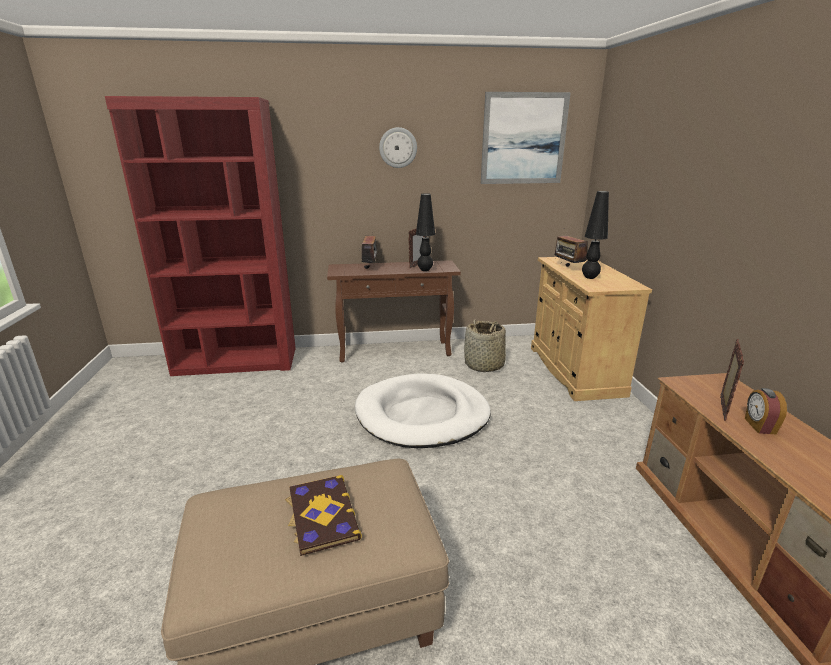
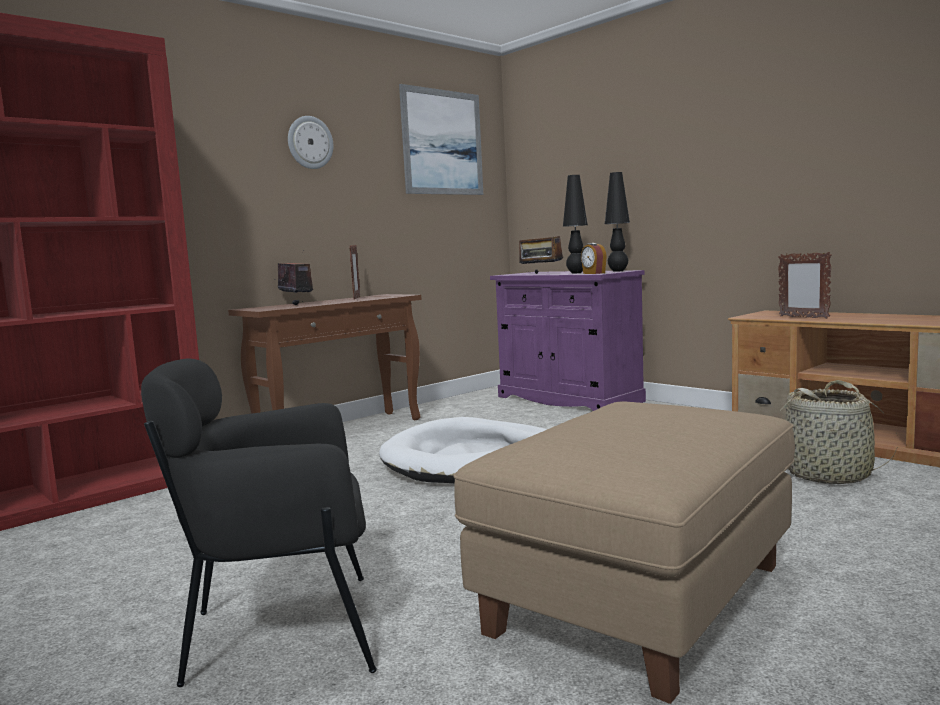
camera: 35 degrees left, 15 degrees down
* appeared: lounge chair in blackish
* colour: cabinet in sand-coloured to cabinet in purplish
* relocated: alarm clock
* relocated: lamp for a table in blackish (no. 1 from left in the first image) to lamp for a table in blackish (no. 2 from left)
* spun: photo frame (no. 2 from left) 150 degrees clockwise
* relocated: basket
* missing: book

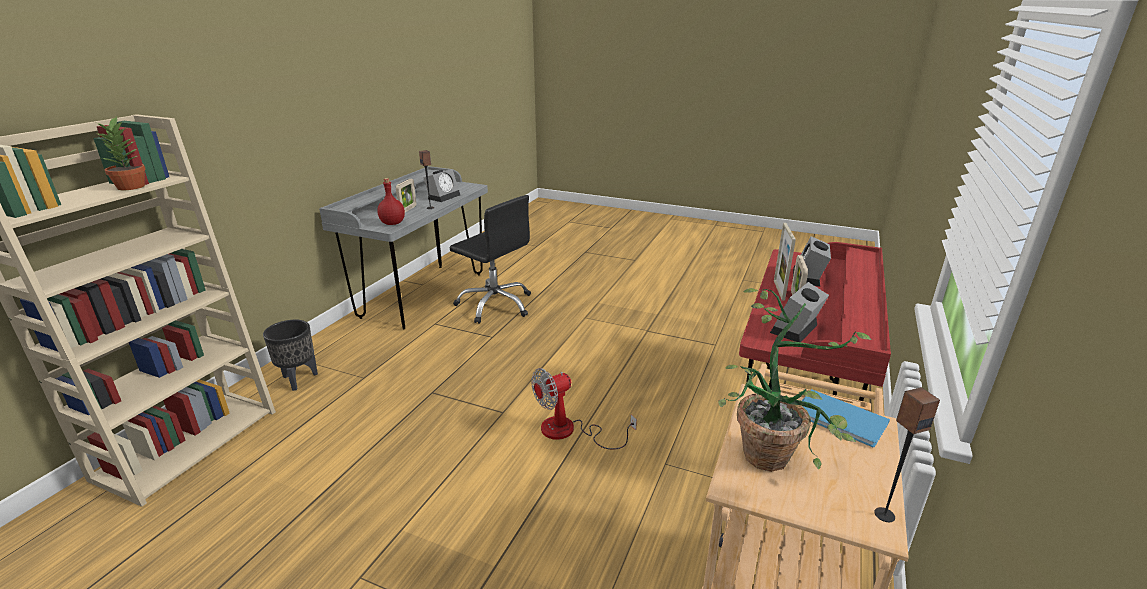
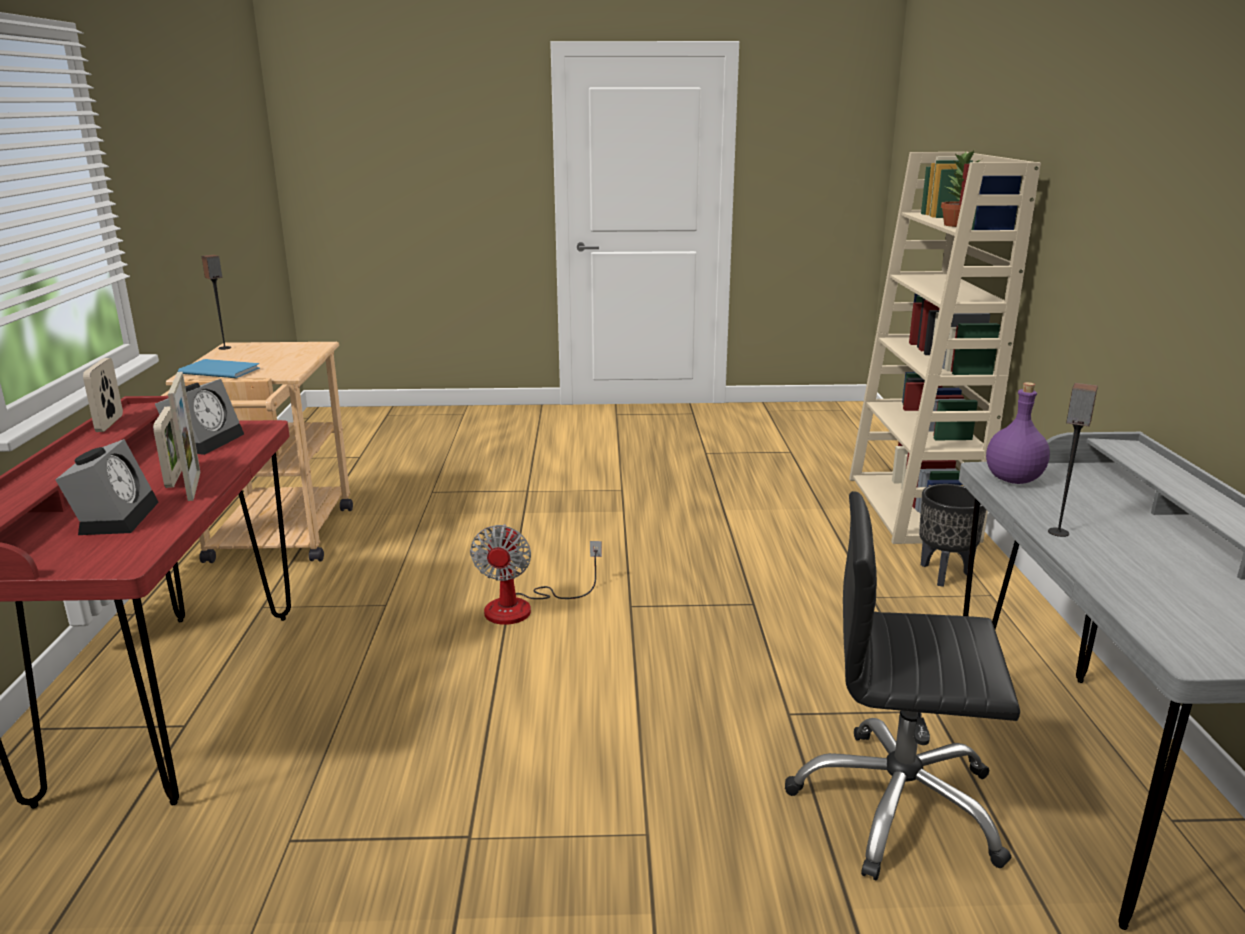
camera: 155 degrees right, 5 degrees down
* relocated: photo frame (no. 1 from left)
* spun: cooling fan 150 degrees clockwise
* colour: drink bottle in reddish to drink bottle in purplish
* missing: alarm clock (no. 1 from left)
* missing: potted plant (no. 2 from left)

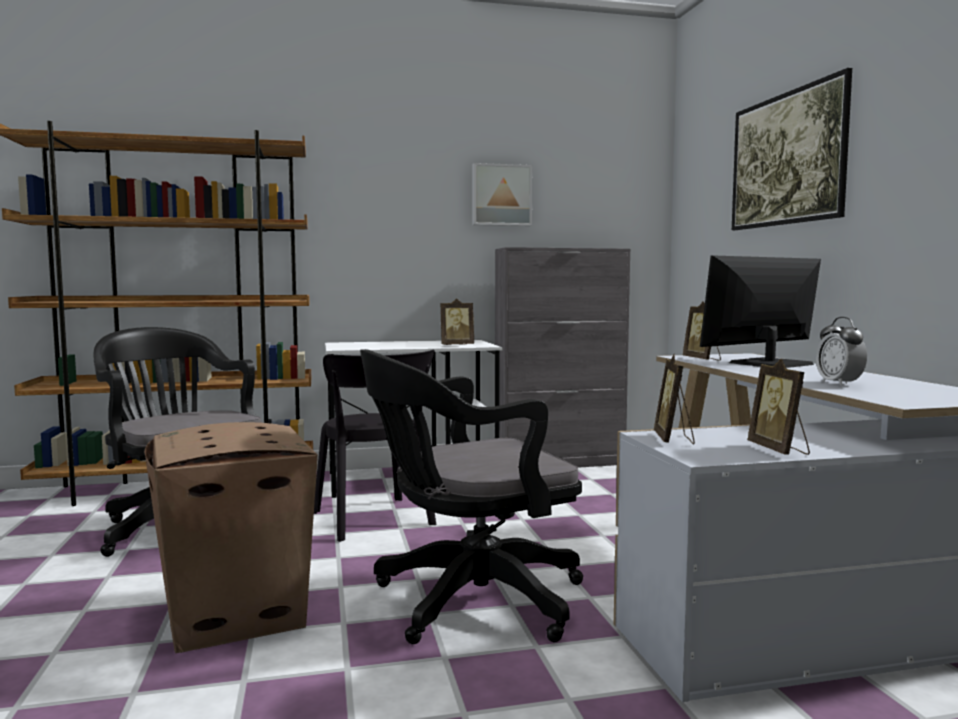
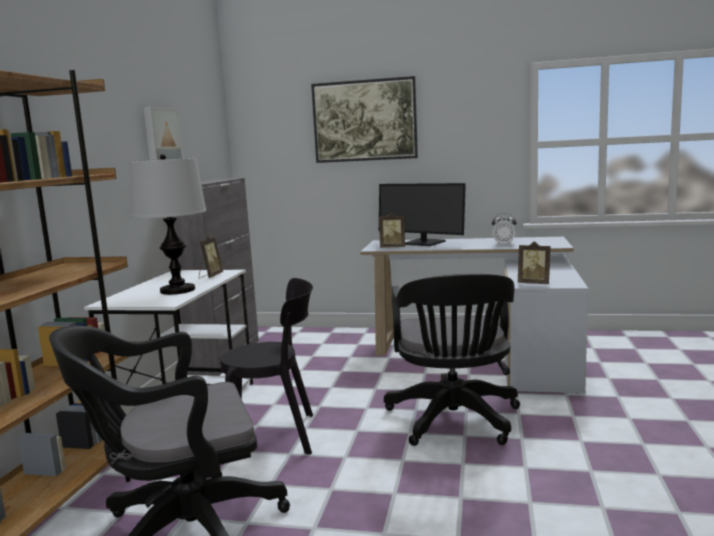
camera: 65 degrees left, 5 degrees up
* appeared: lamp for a table
* spun: computer screen 45 degrees counterclockwise
* missing: carton
* missing: photo frame (no. 4 from left)

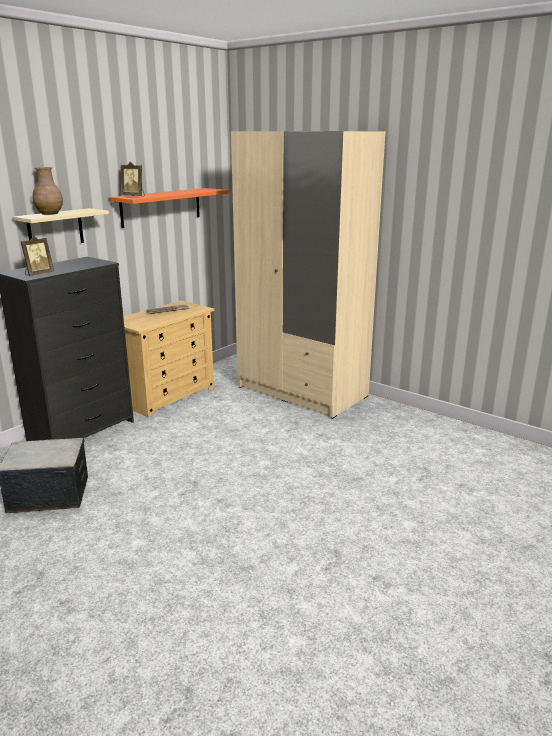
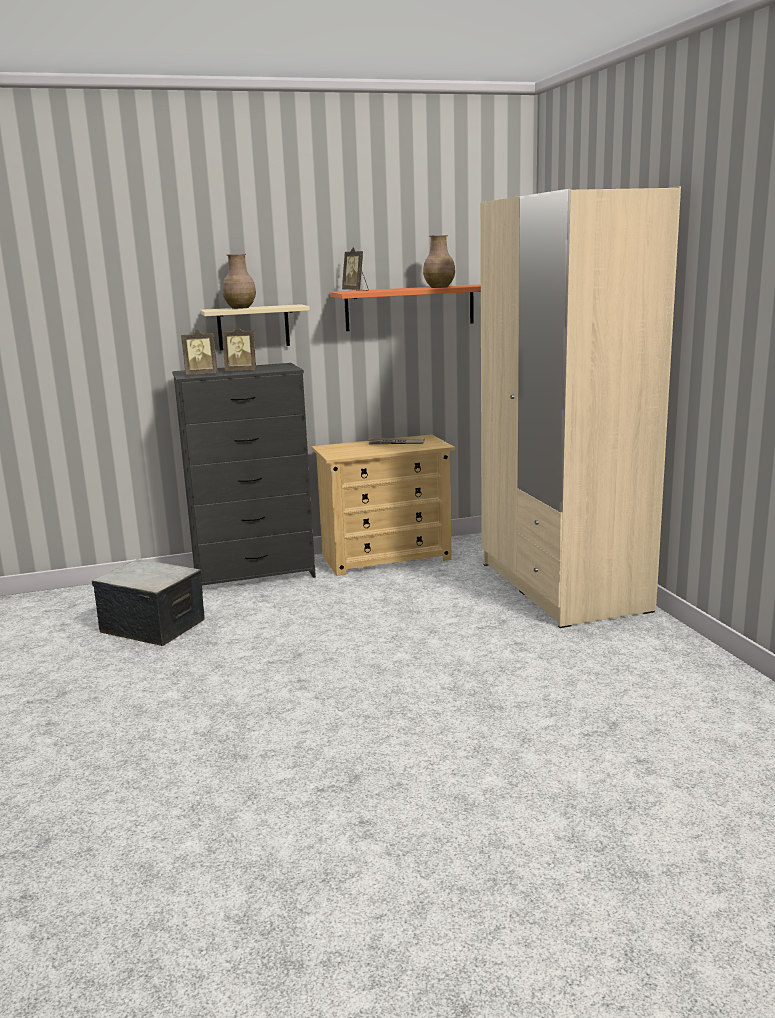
camera: 35 degrees right, 5 degrees down
* appeared: photo frame (no. 2 from left)
* appeared: vase in brown-coloured (no. 2 from left)

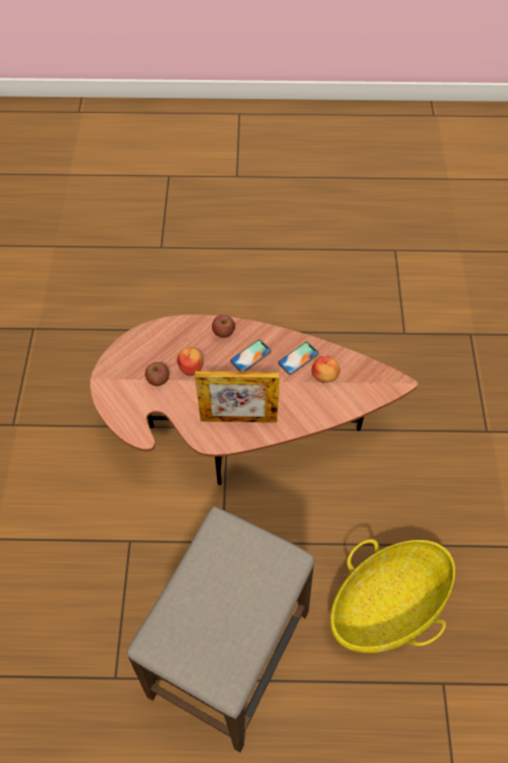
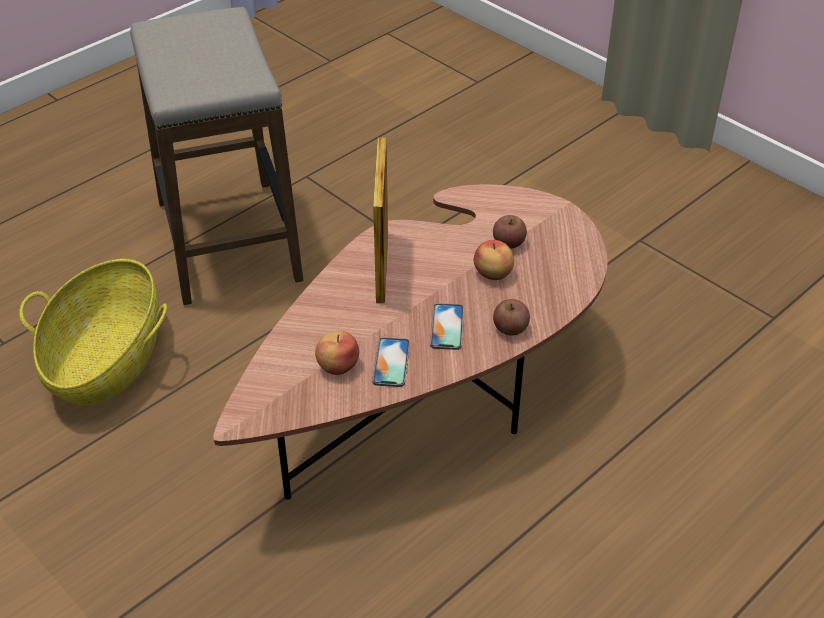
camera: 135 degrees right, 15 degrees down
* spun: photo frame 45 degrees counterclockwise

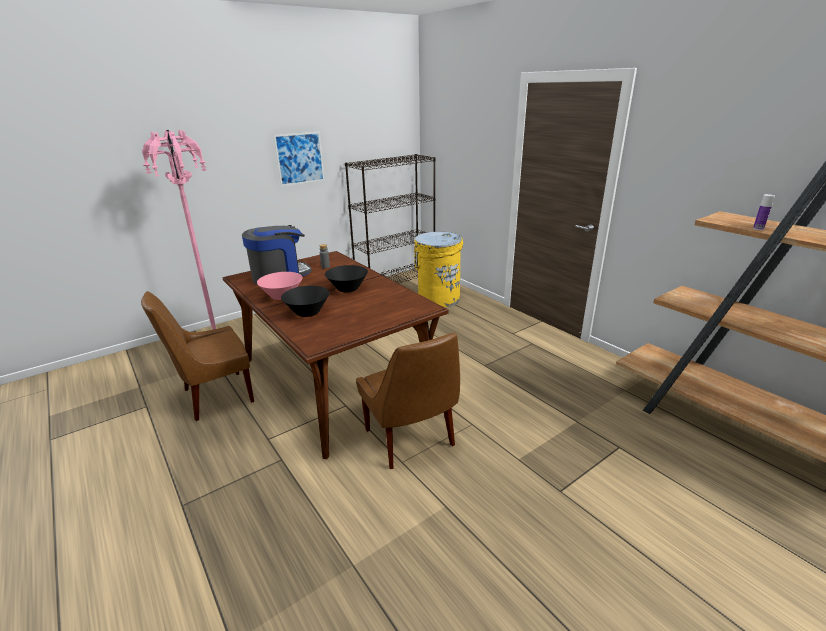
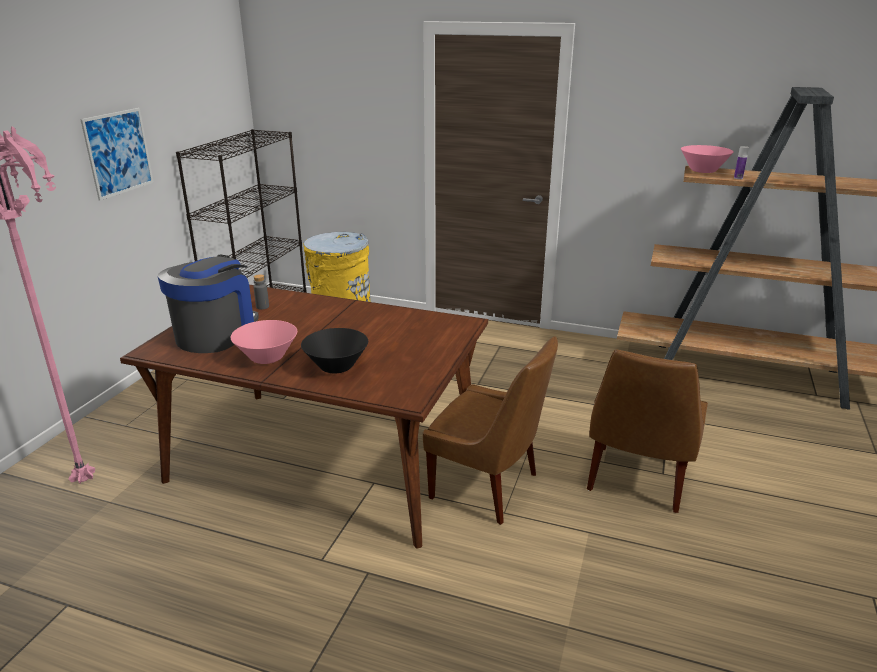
camera: 35 degrees left, 0 degrees up
* relocated: upright chair in brown-coloured (no. 1 from left in the first image) to upright chair in brown-coloured (no. 2 from left)
* appeared: serving bowl in pink (no. 2 from left)
* missing: serving bowl in blackish (no. 2 from left)

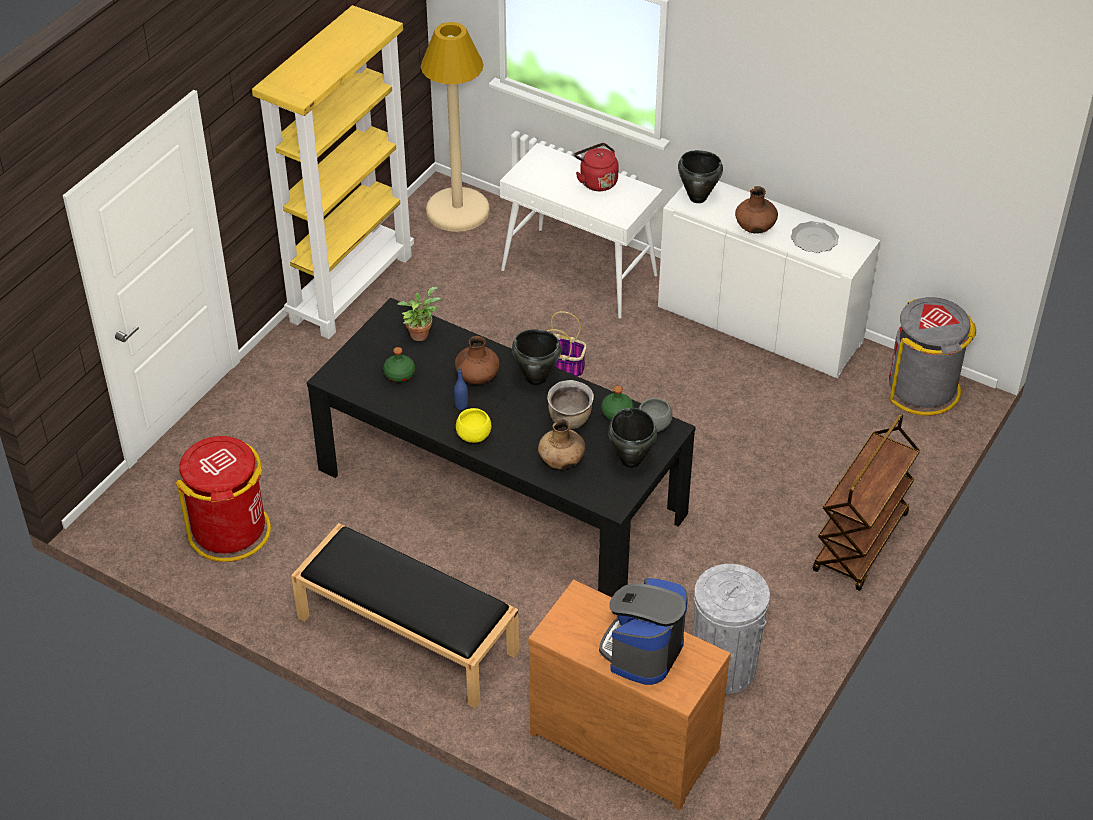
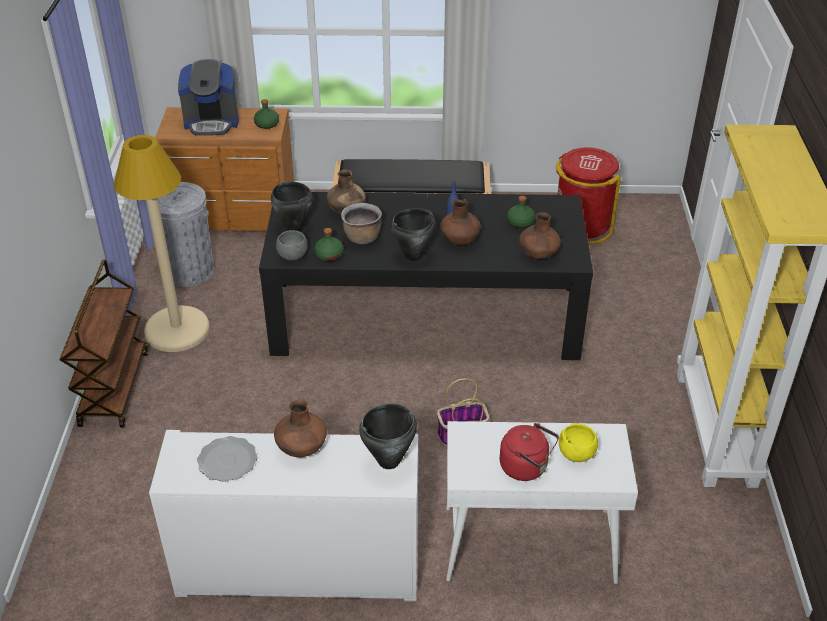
camera: 150 degrees right, 5 degrees down
* relocated: standing lamp in sand-coloured
* spun: coffee brewer 90 degrees clockwise
* appeared: drink bottle in green (no. 1 from left)
* exchanged: potted plant to vase in brown-coloured (no. 4 from left)
* relocated: serving bowl in yellow-coloured
* missing: waste bin in gray (no. 2 from left)

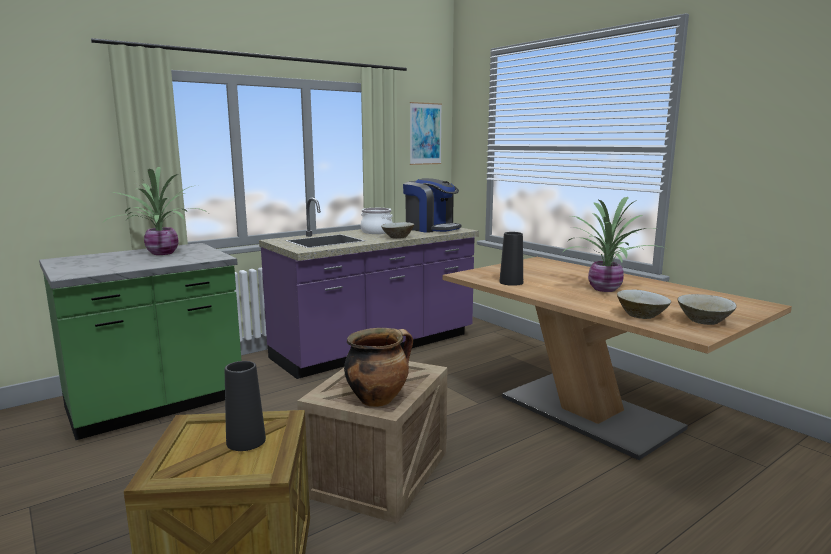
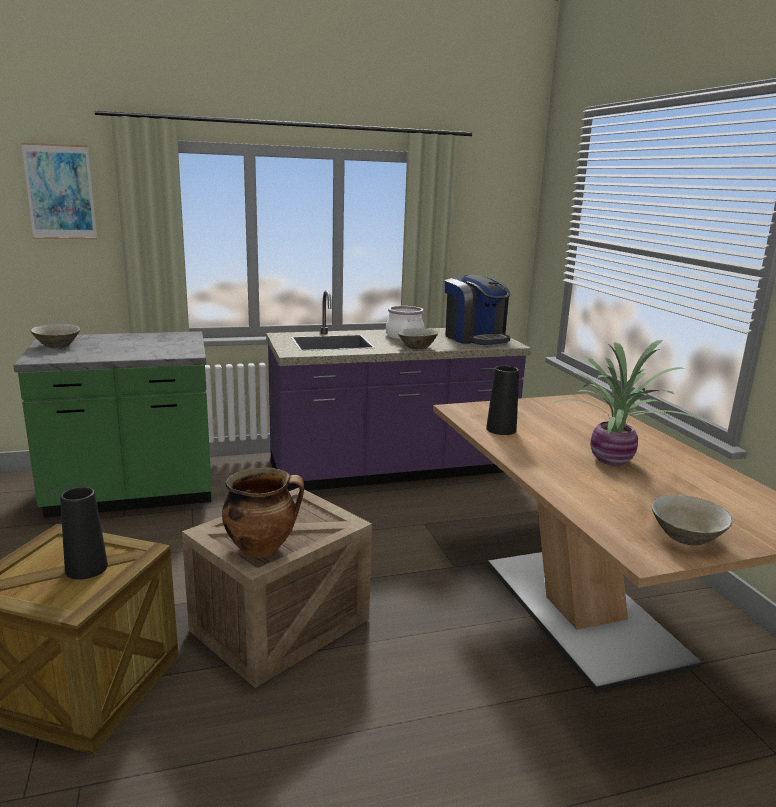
camera: 20 degrees right, 5 degrees up
* relocated: wall art
* relocated: serving bowl in sand-coloured (no. 2 from left in the first image) to serving bowl in sand-coloured (no. 1 from left)
* missing: potted plant (no. 1 from left)

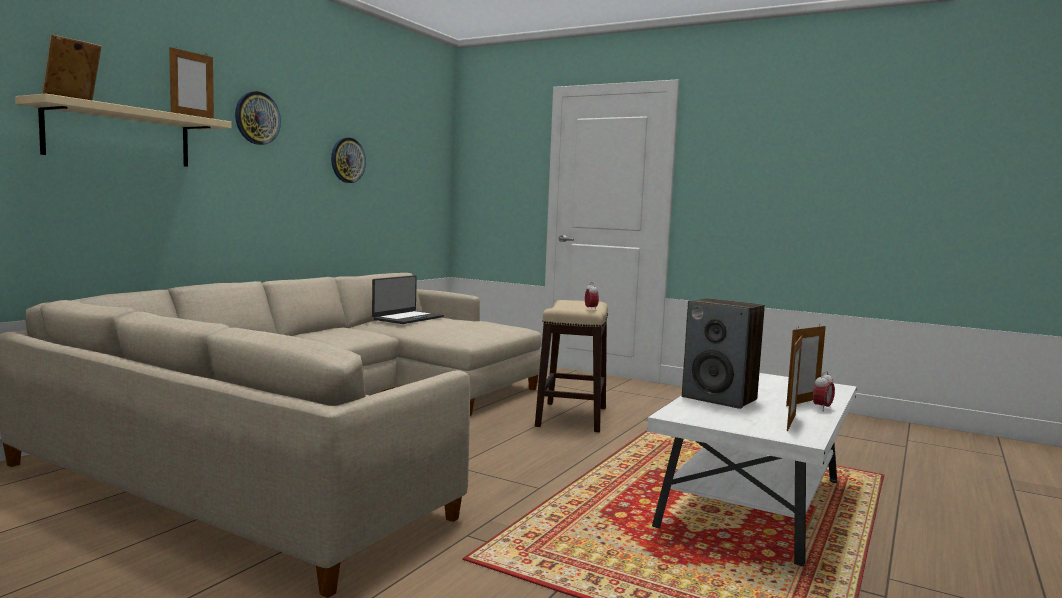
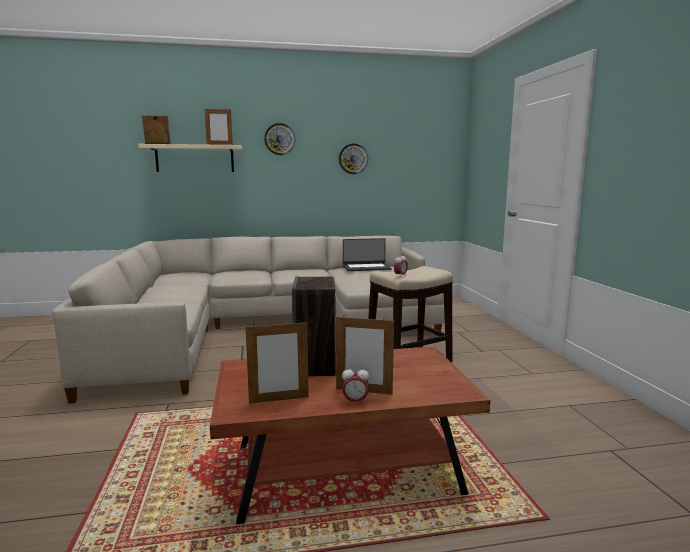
camera: 50 degrees right, 5 degrees up
* colour: low table in white-coloured to low table in brown-coloured

